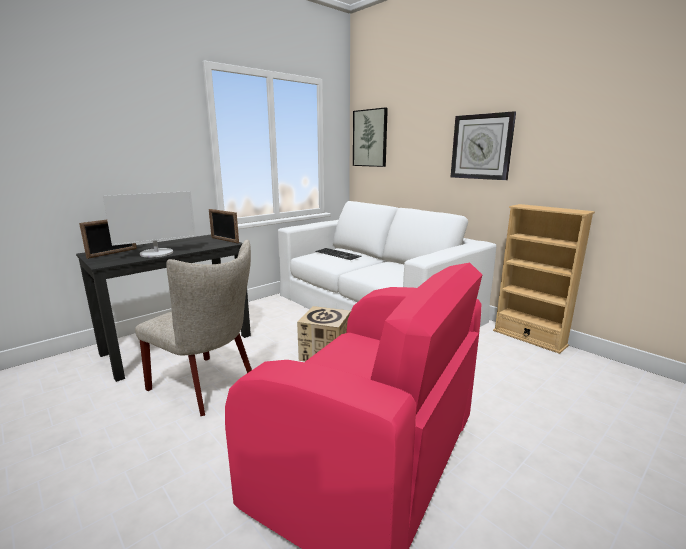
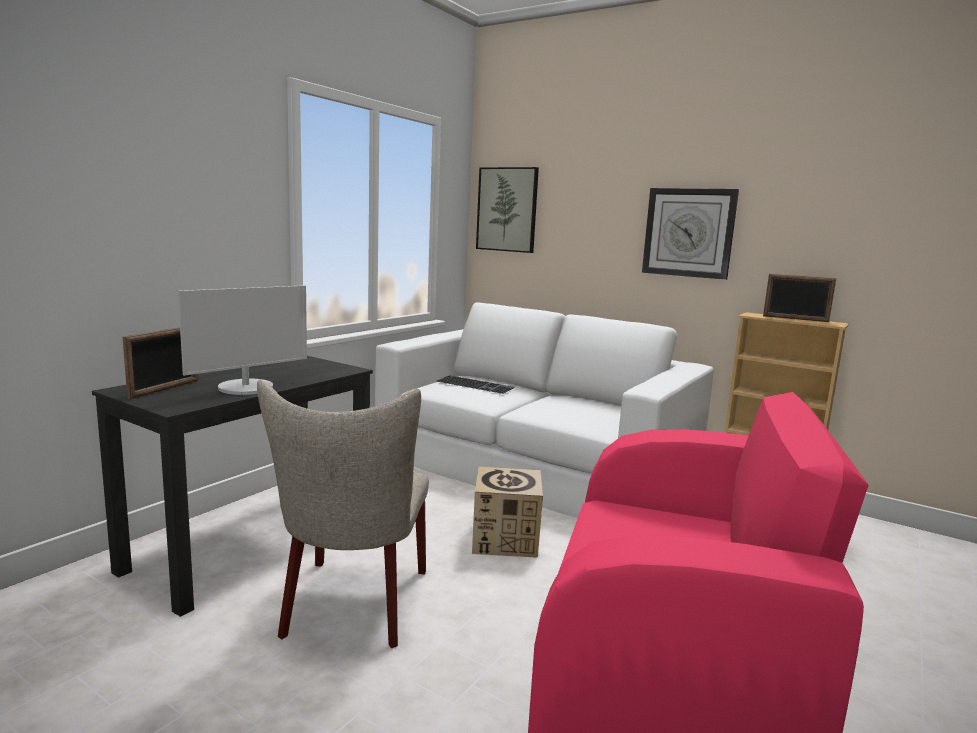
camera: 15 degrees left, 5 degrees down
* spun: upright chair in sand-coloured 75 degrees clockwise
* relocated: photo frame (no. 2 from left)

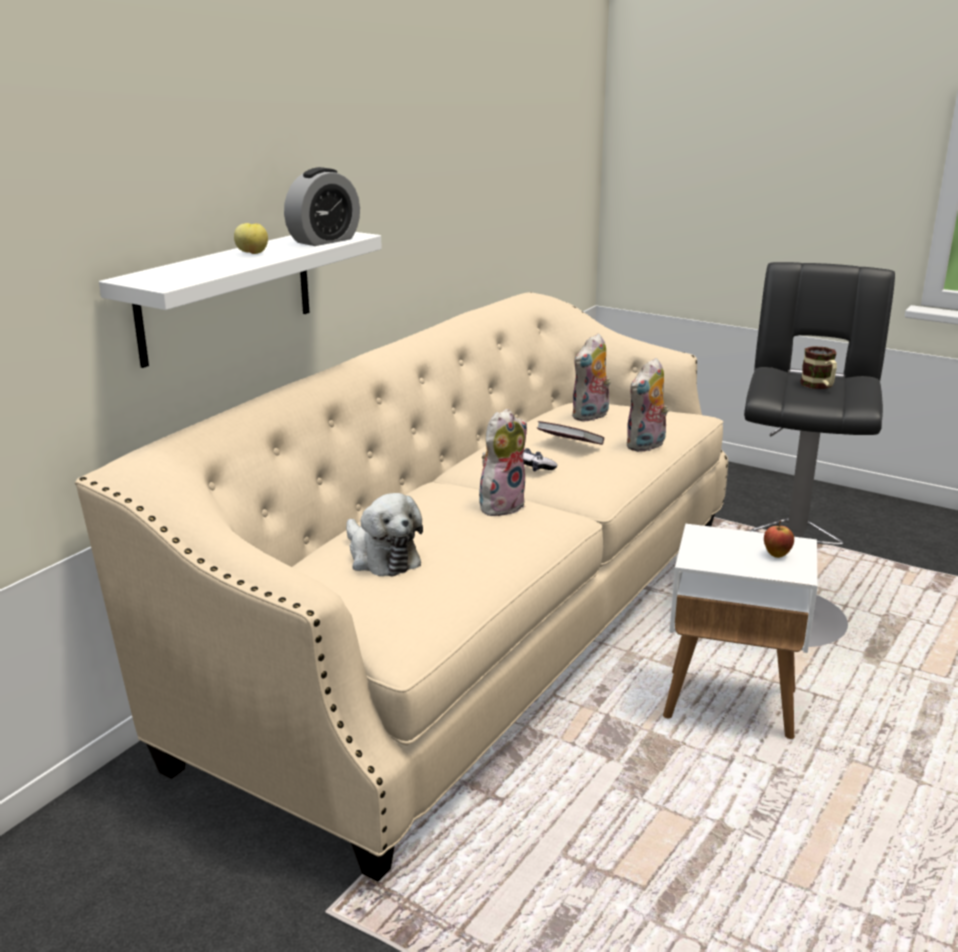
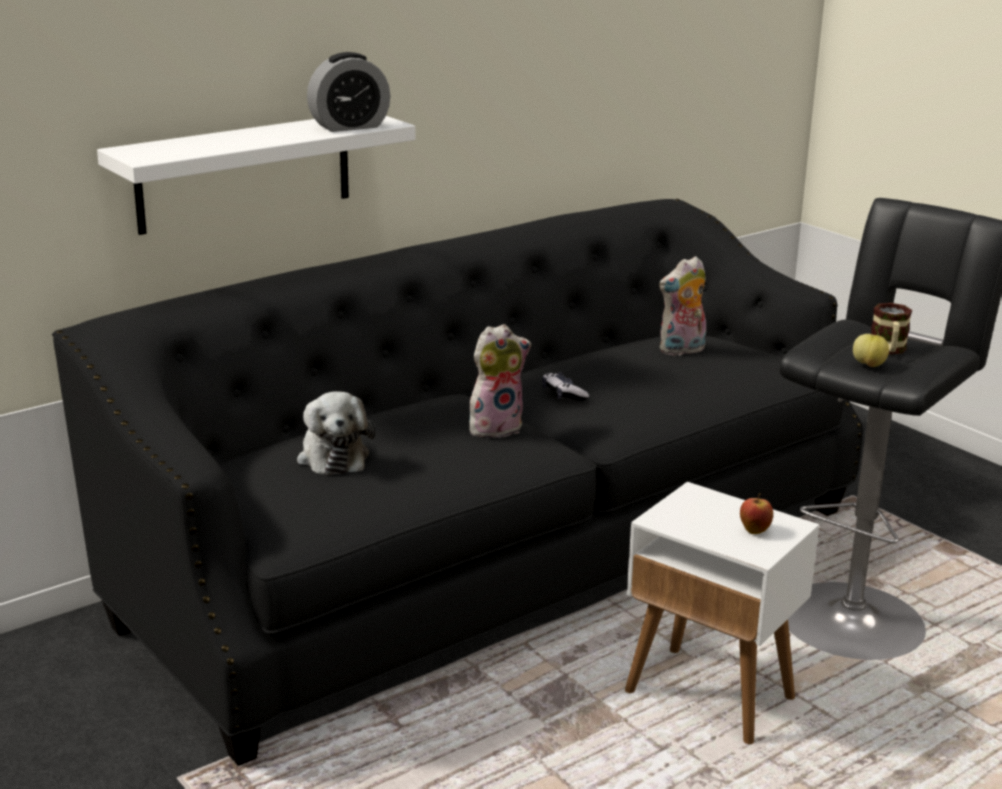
camera: 20 degrees right, 0 degrees up
* colour: couch in sand-coloured to couch in blackish
* relocated: apple fruit (no. 1 from left in the first image) to apple fruit (no. 2 from left)
* missing: book
* missing: cuddly toy (no. 4 from left)

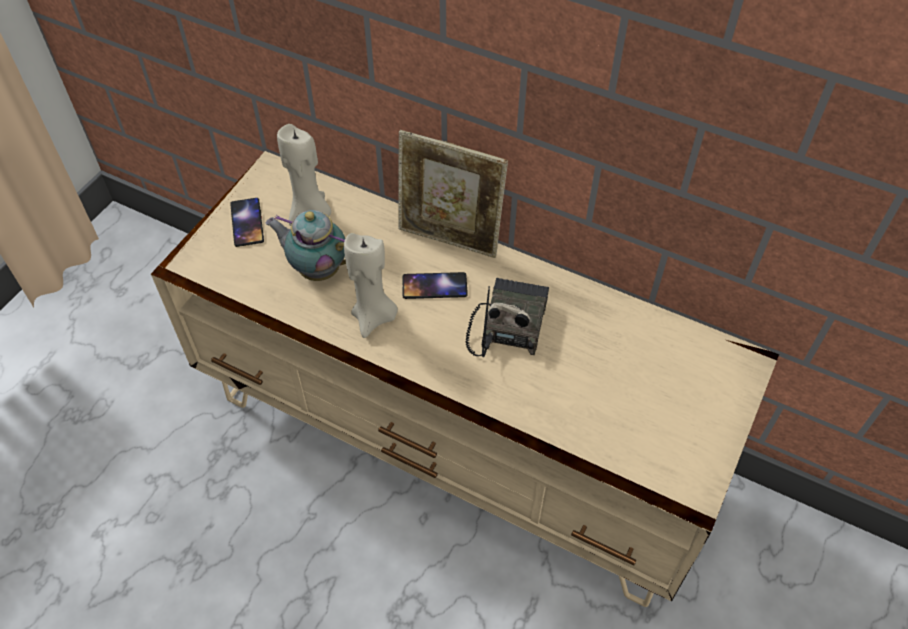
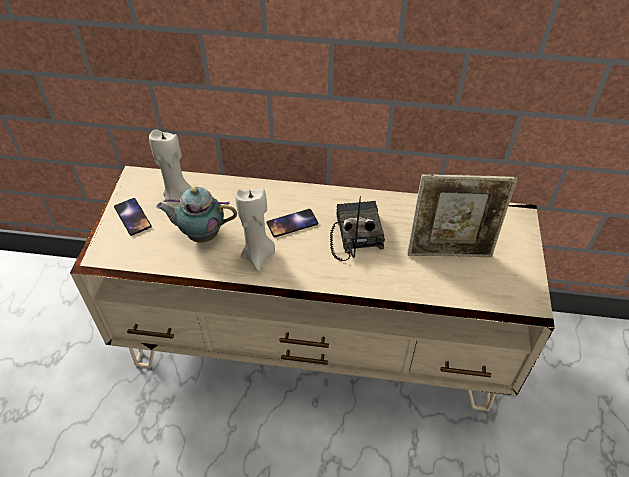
camera: 20 degrees left, 5 degrees down
* relocated: photo frame

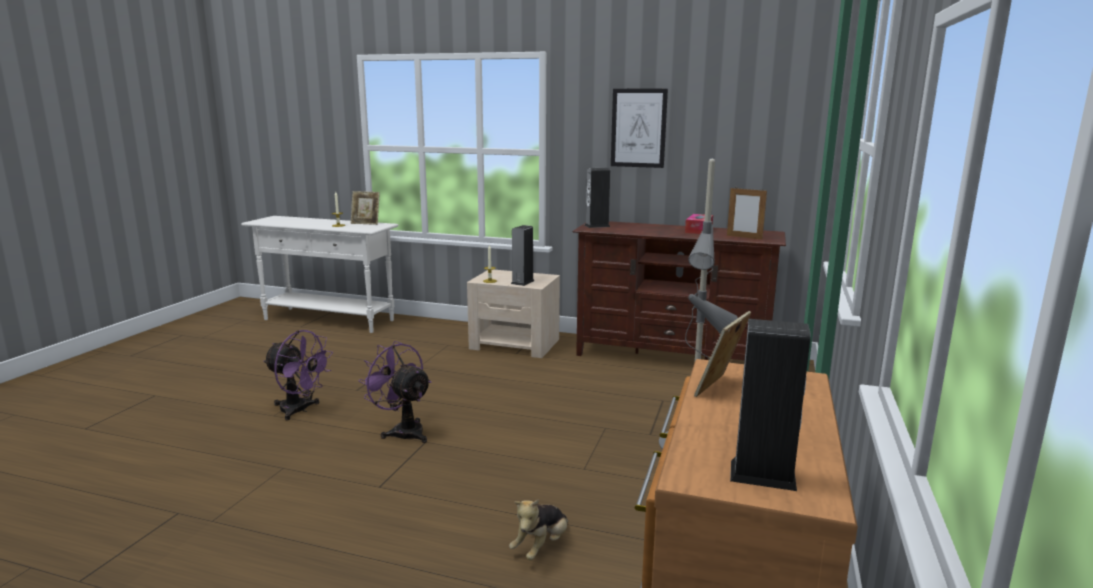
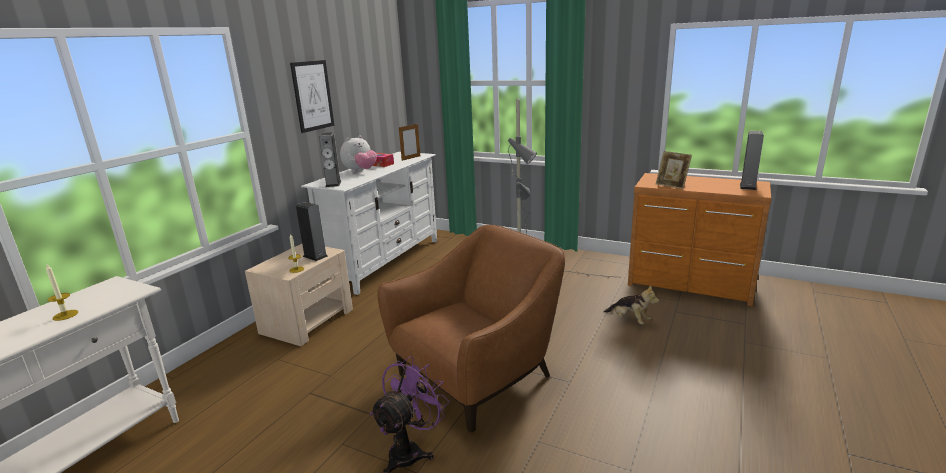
camera: 80 degrees left, 5 degrees up
* colour: tv unit in brown-coloured to tv unit in white-coloured
* appeared: cuddly toy (no. 1 from left)
* exchanged: cooling fan in purplish (no. 2 from left) to lounge chair in brown-coloured
* missing: photo frame (no. 1 from left)

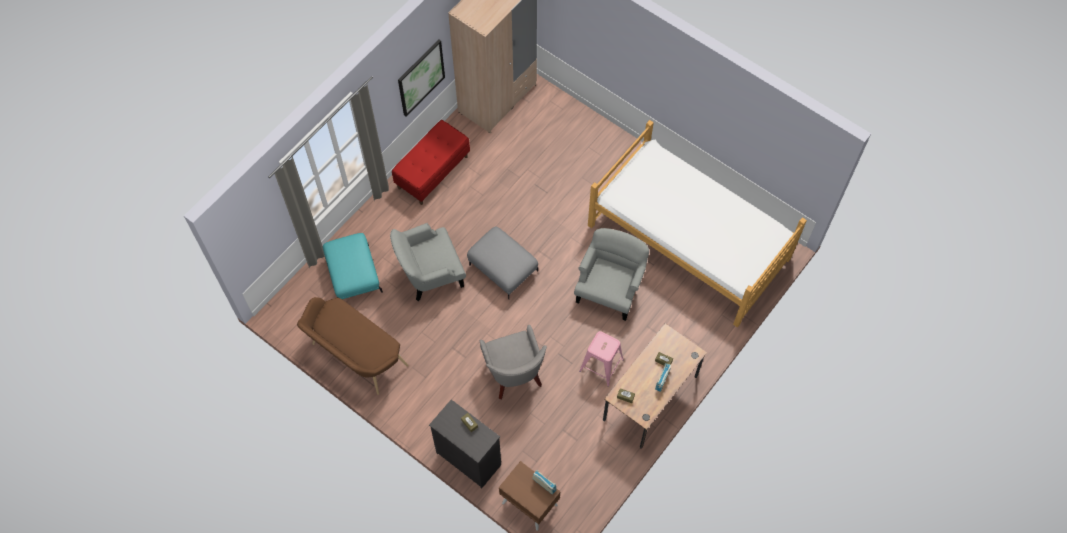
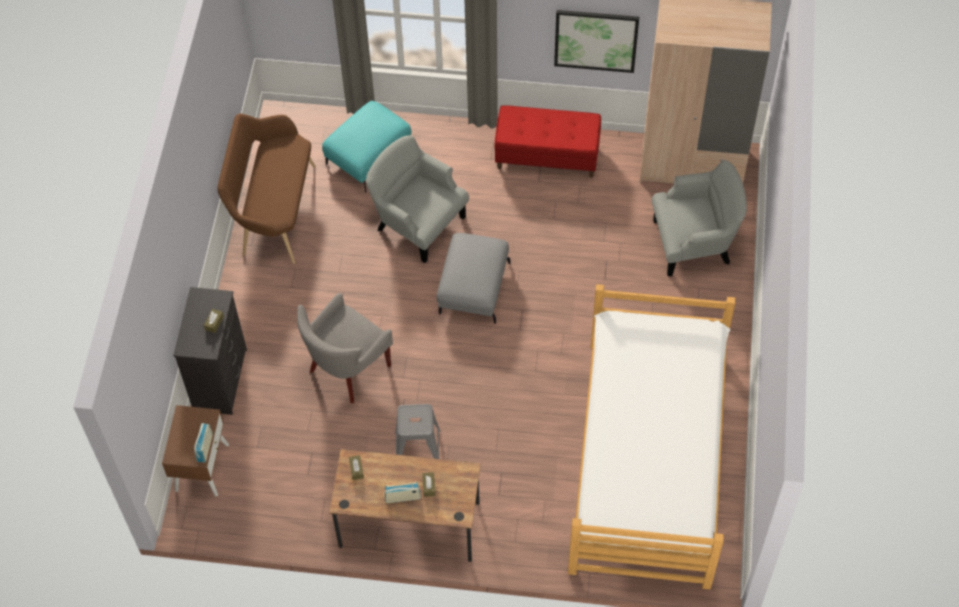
camera: 60 degrees right, 5 degrees down
* colour: stool in pink to stool in gray
* relocated: lounge chair in gray (no. 3 from left)

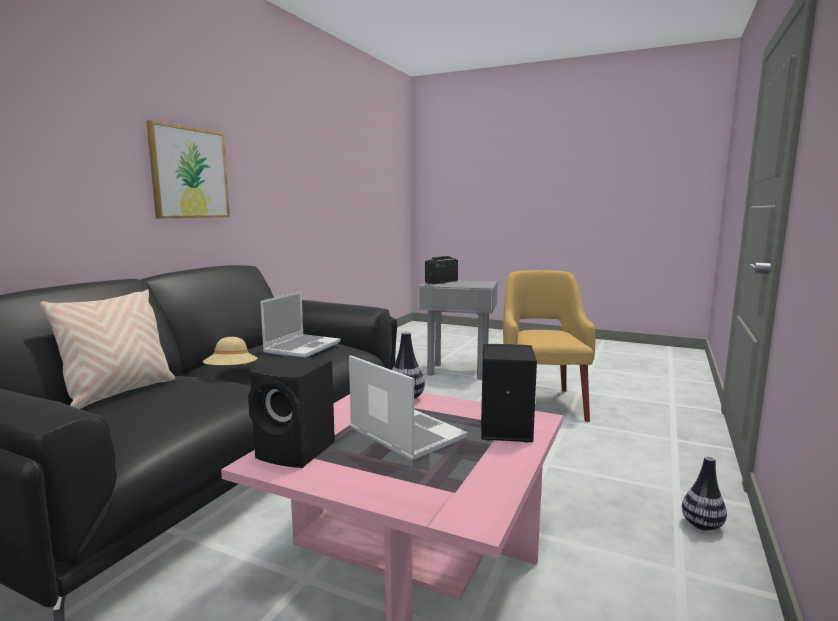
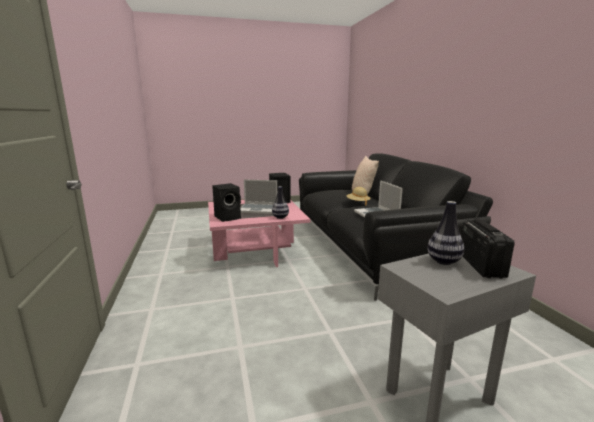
camera: 140 degrees right, 5 degrees up
* relocated: vase (no. 2 from left)
* missing: wall art
* missing: lounge chair in yellow-coloured

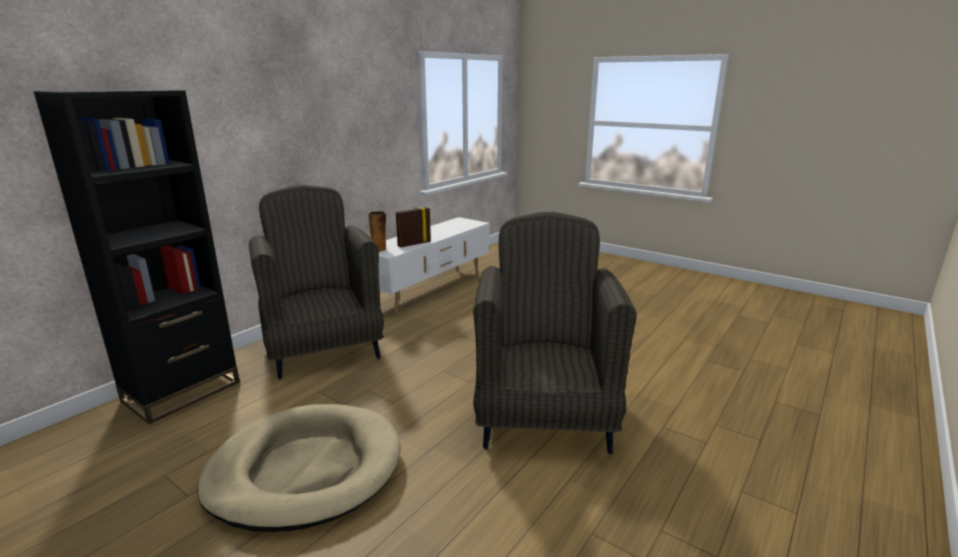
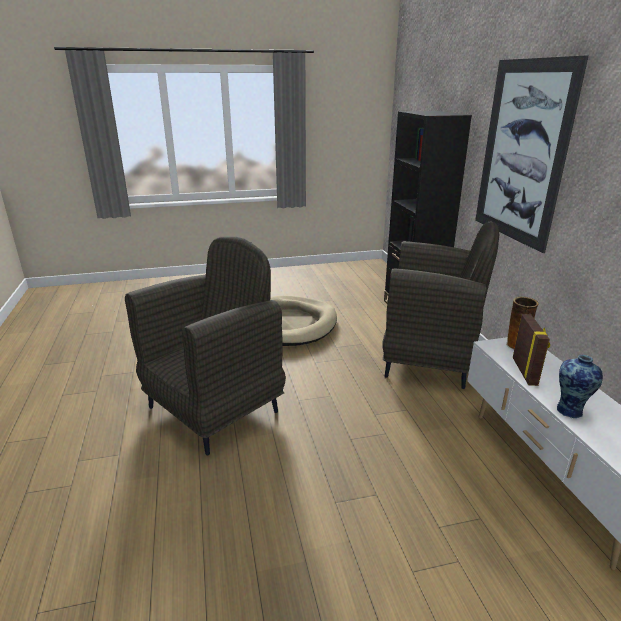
camera: 130 degrees right, 5 degrees up
* spun: lounge chair in gray (no. 2 from left in the first image) 90 degrees counterclockwise
* appeared: wall art
* appeared: vase (no. 2 from left)

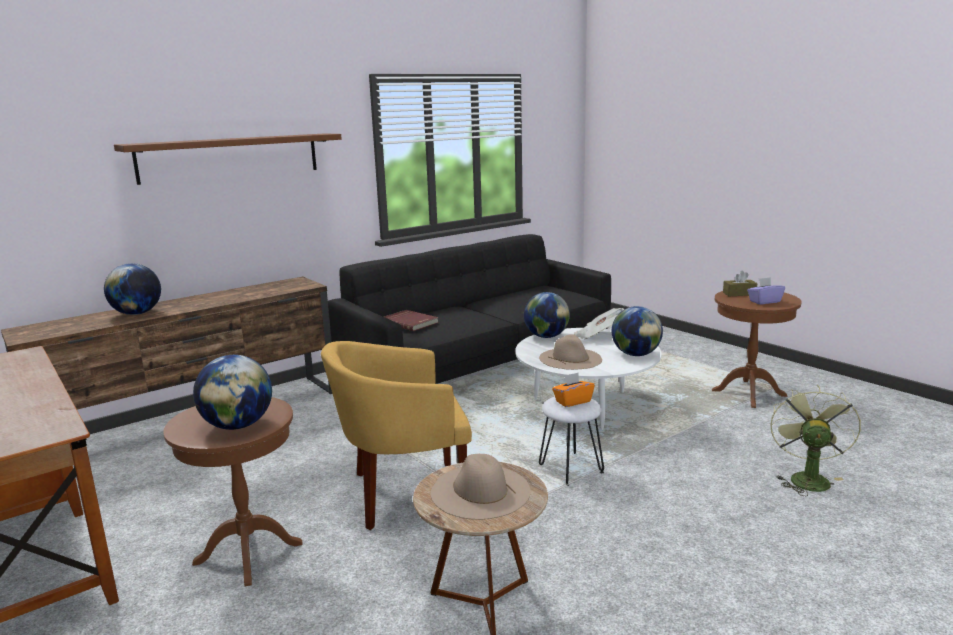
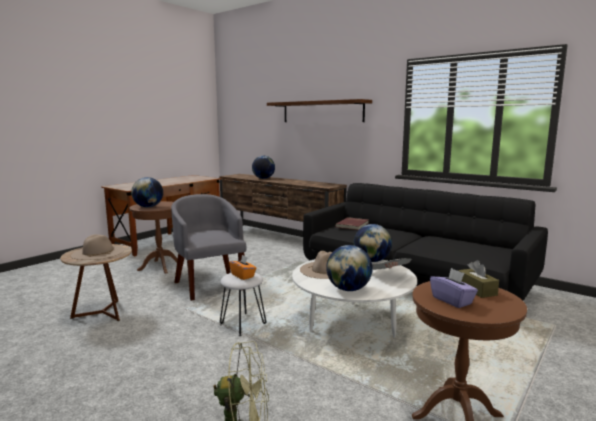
camera: 75 degrees right, 5 degrees down
* colour: lounge chair in yellow-coloured to lounge chair in gray

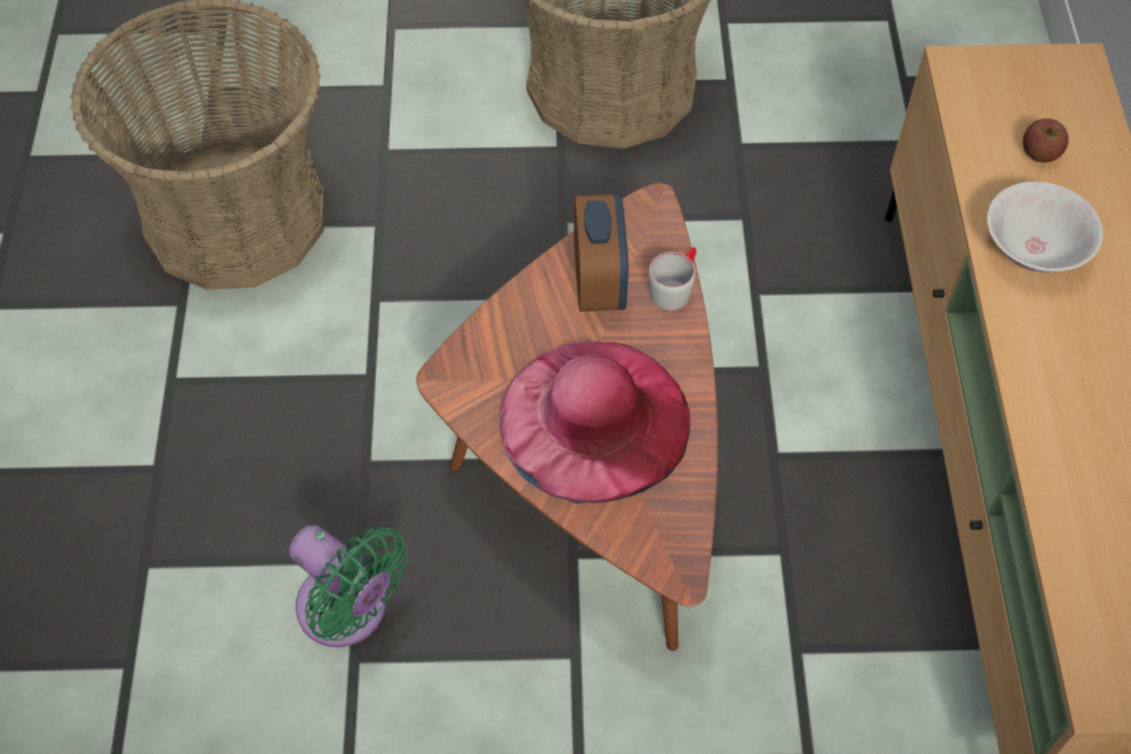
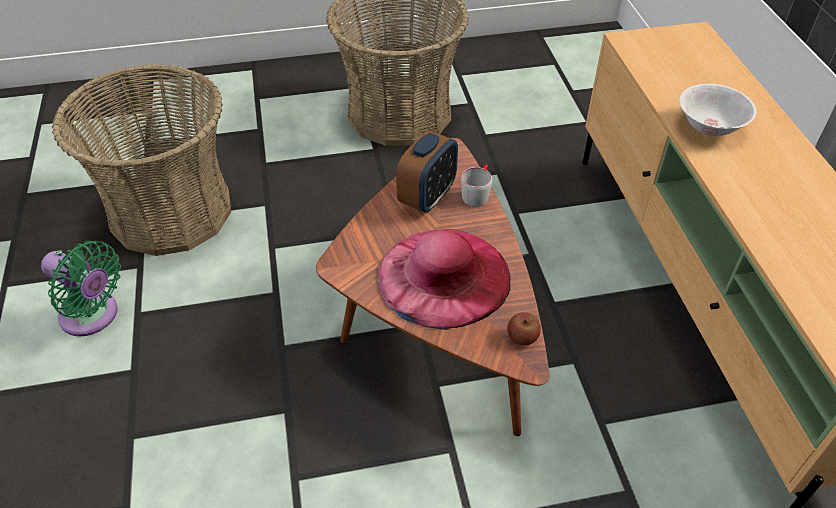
camera: 10 degrees left, 10 degrees down
* relocated: cooling fan in green
* spun: alarm clock 45 degrees clockwise
* relocated: apple fruit

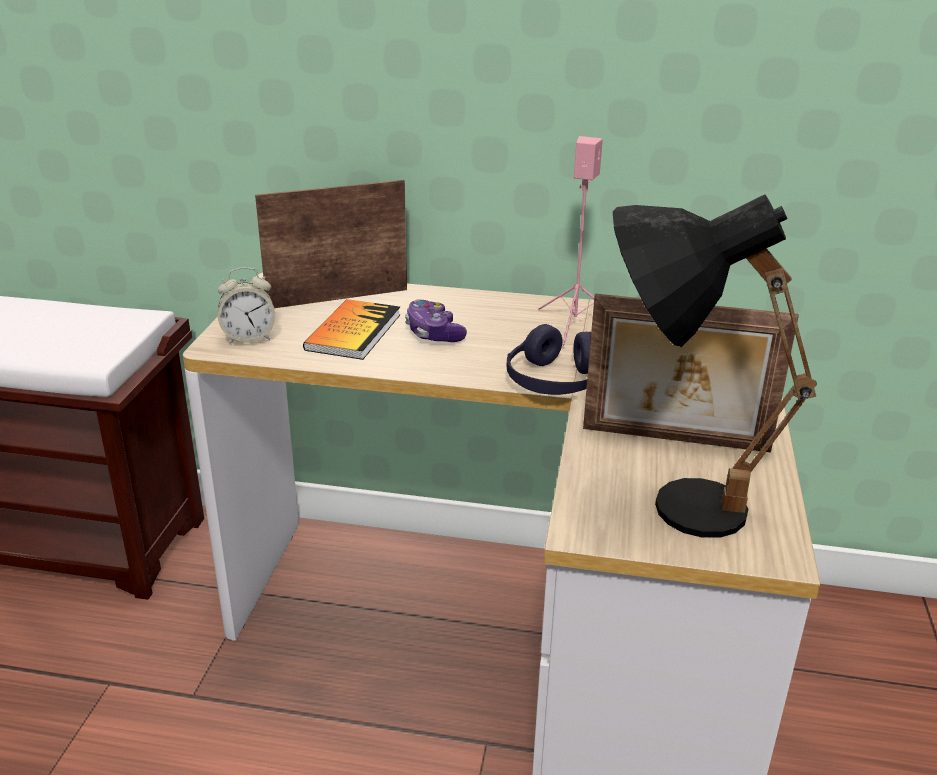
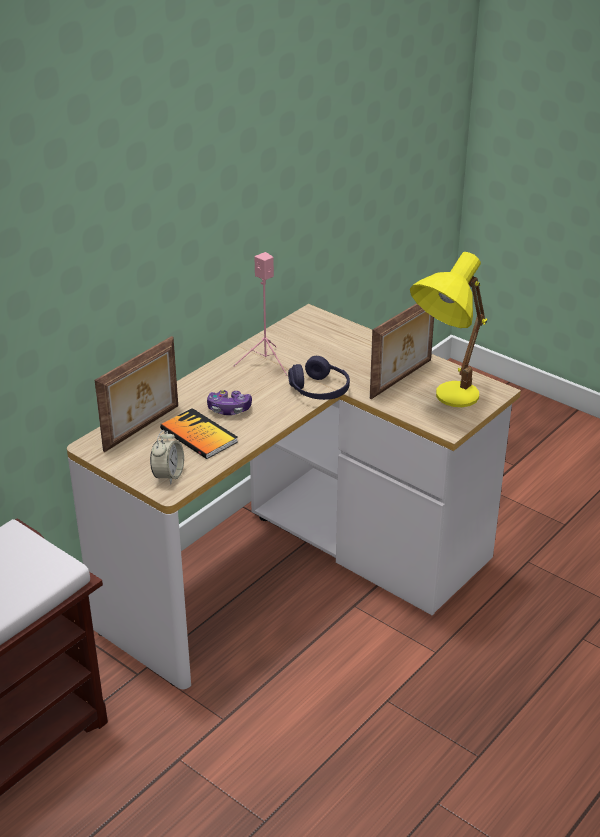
camera: 60 degrees left, 5 degrees up
* spun: photo frame (no. 1 from left) 150 degrees counterclockwise
* colour: lamp for a table in blackish to lamp for a table in yellow-coloured

